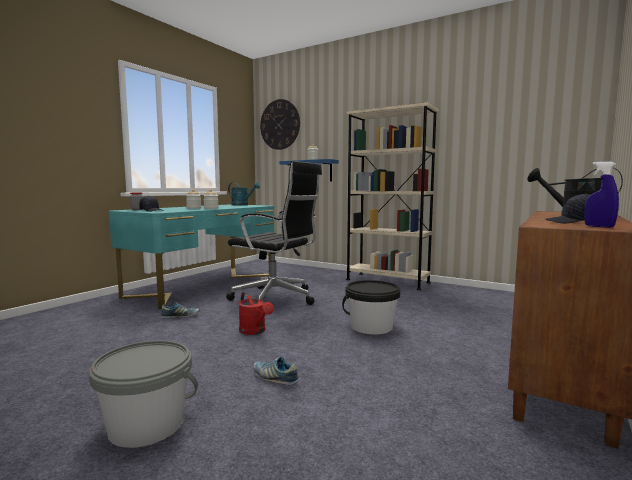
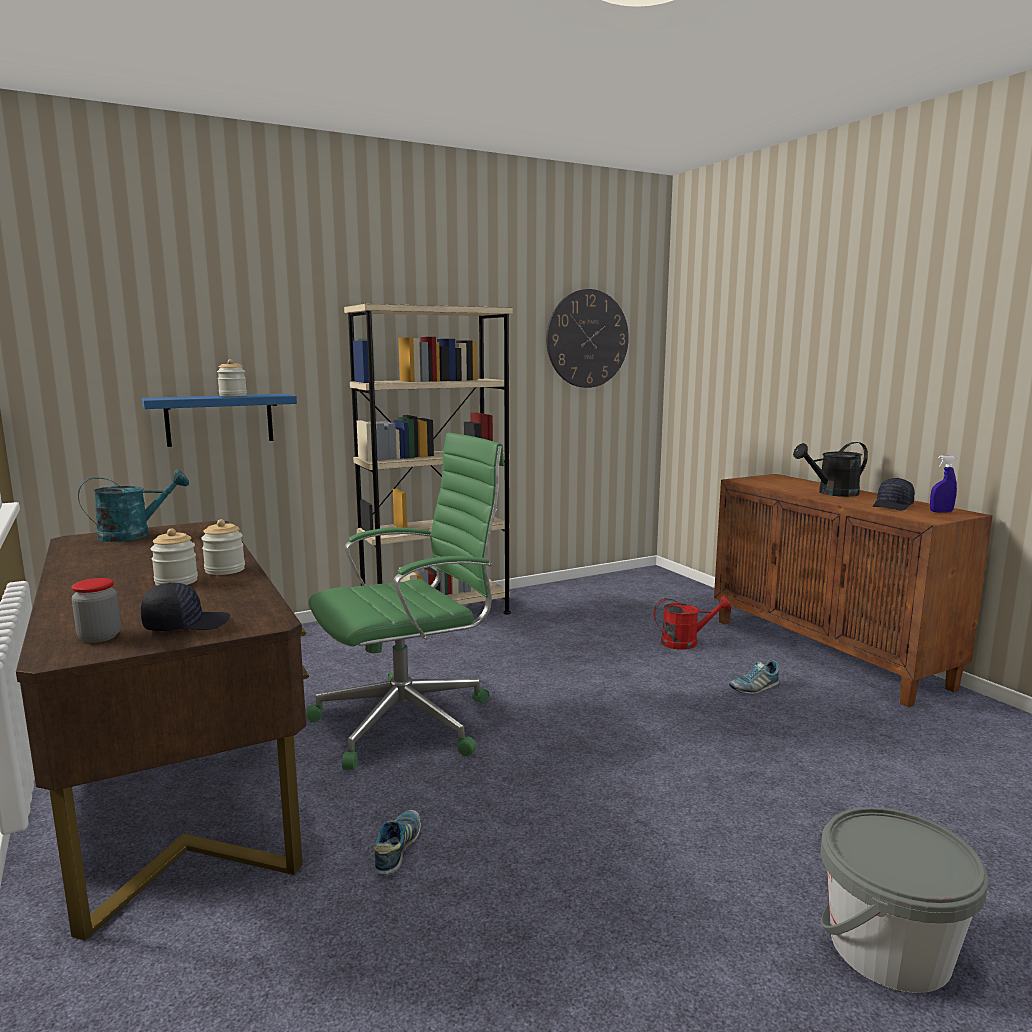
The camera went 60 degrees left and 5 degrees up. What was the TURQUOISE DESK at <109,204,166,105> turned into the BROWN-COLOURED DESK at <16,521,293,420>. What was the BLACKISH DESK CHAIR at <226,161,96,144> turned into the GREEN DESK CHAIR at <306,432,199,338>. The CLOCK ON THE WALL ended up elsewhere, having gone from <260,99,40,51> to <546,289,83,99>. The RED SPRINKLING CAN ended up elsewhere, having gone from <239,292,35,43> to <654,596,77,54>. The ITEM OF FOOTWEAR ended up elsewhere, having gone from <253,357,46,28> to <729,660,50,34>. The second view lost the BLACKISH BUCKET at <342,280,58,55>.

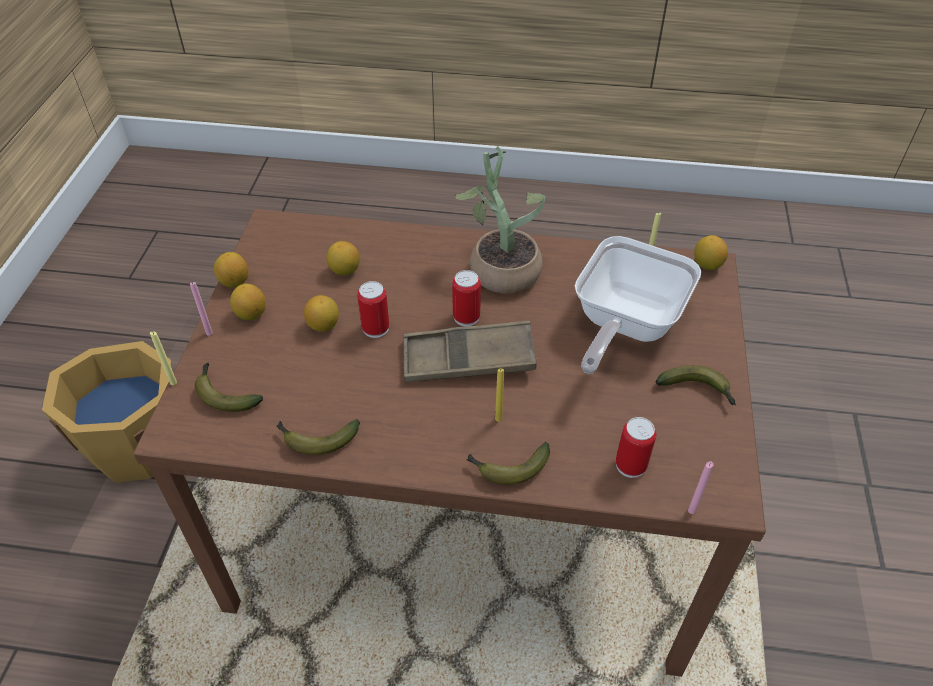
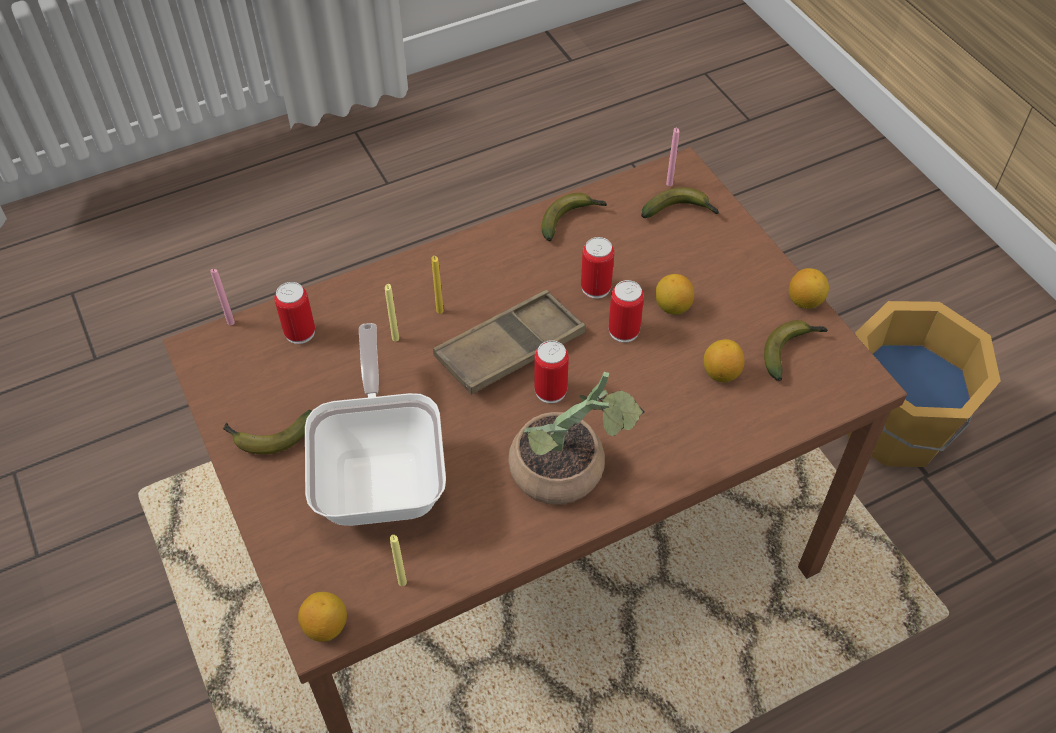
The camera went 145 degrees right and 5 degrees up. The YELLOWISH CANDLE ended up elsewhere, having gone from <150,331,27,54> to <385,284,14,58>. The second view gained the CAN at <581,237,33,62>. The PINKISH CANDLE ended up elsewhere, having gone from <190,282,23,54> to <666,128,14,58>. The BANANA ended up elsewhere, having gone from <466,442,84,42> to <764,320,64,61>. The second view lost the CITRUS FRUIT at <230,284,36,36>.

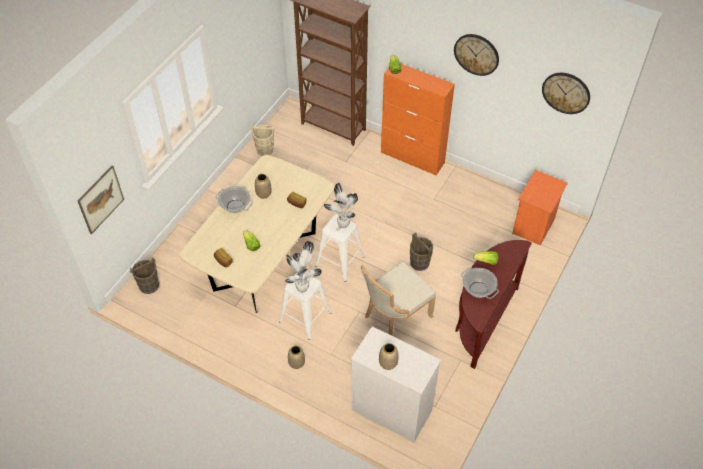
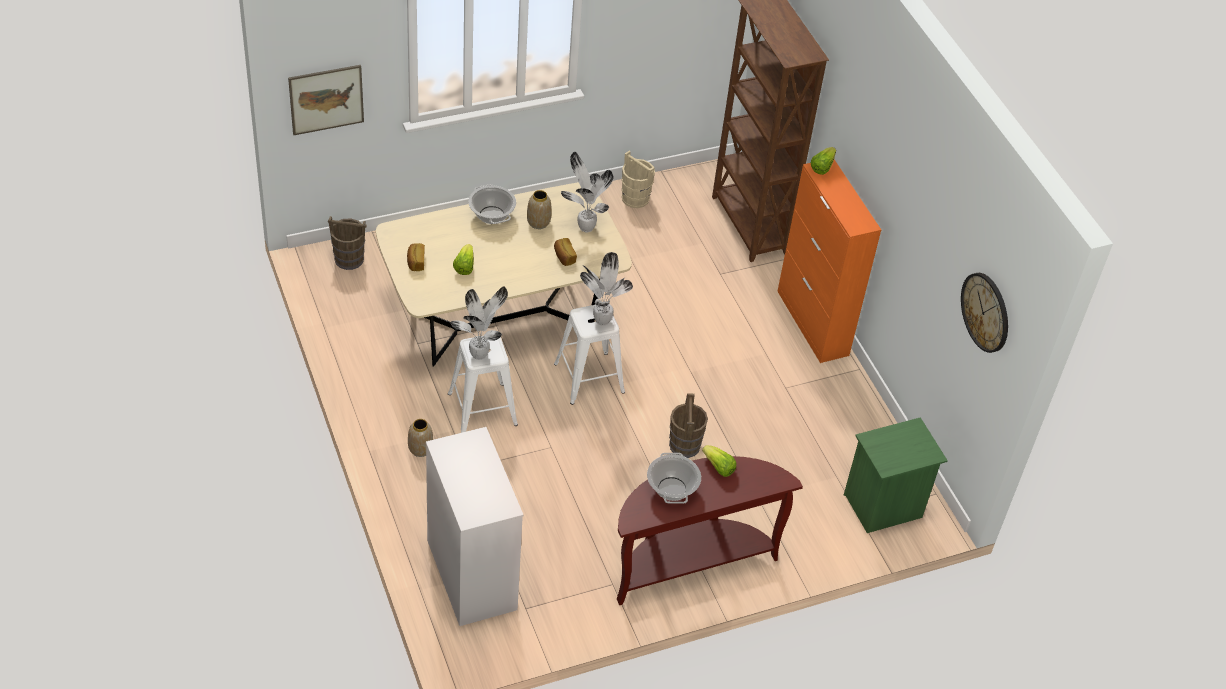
The camera went 35 degrees right and 5 degrees down. The second view gained the POTTED PLANT at <561,152,53,80>. What was the ORANGEY BEDSIDE TABLE at <512,170,56,75> turned into the GREEN BEDSIDE TABLE at <844,417,104,116>. The second view lost the BEIGE-COLOURED PLAIN CHAIR at <361,262,75,74>. The second view lost the VASE at <379,343,20,27>. The second view lost the CLOCK ON THE WALL at <454,34,45,42>.

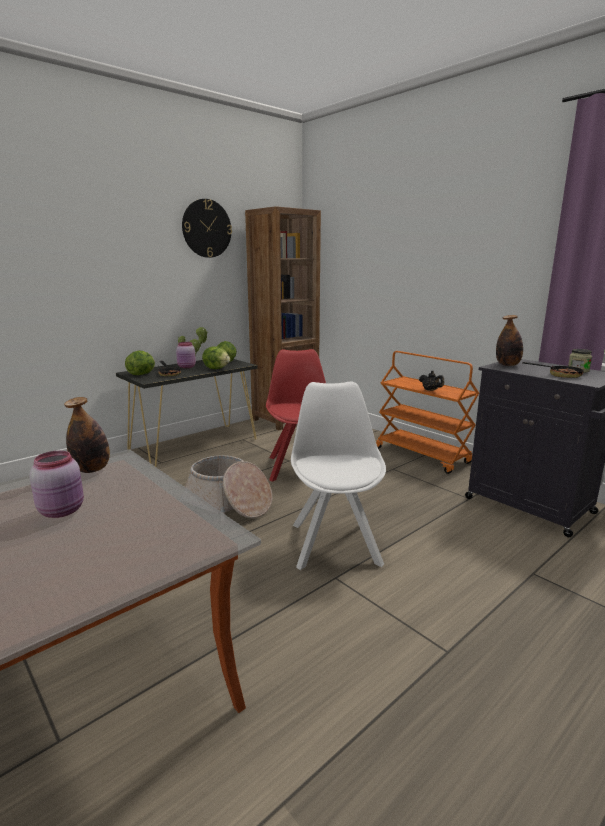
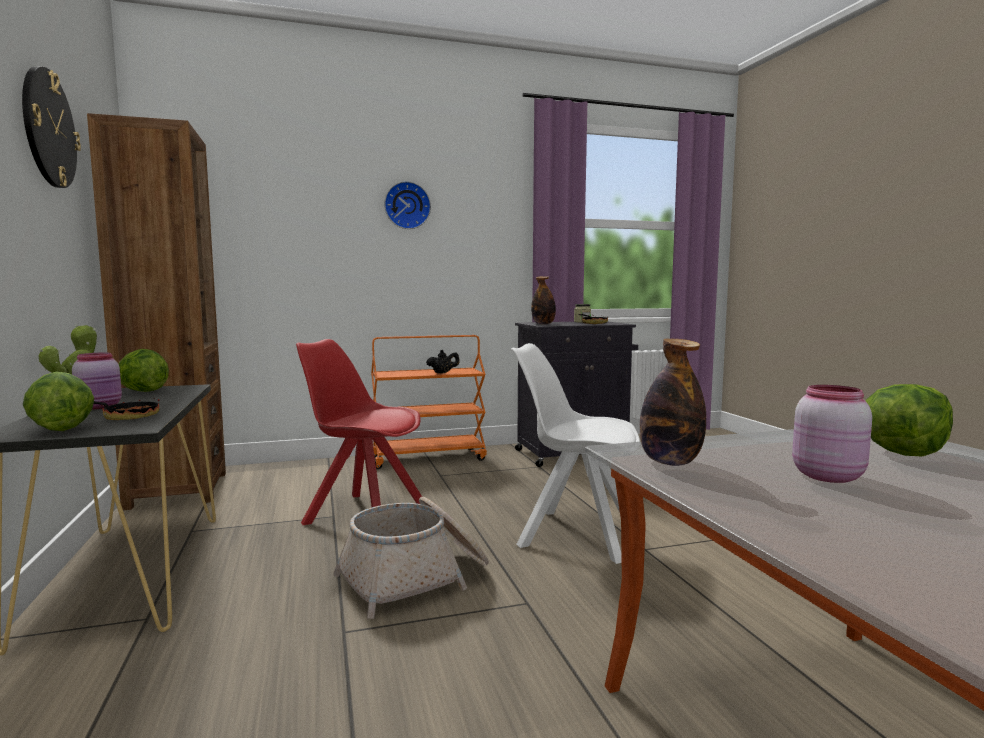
The camera went 65 degrees left and 10 degrees down. The second view gained the CLOCK ON THE WALL at <384,181,47,48>. The LETTUCE HEAD ended up elsewhere, having gone from <202,346,28,23> to <866,384,87,72>.

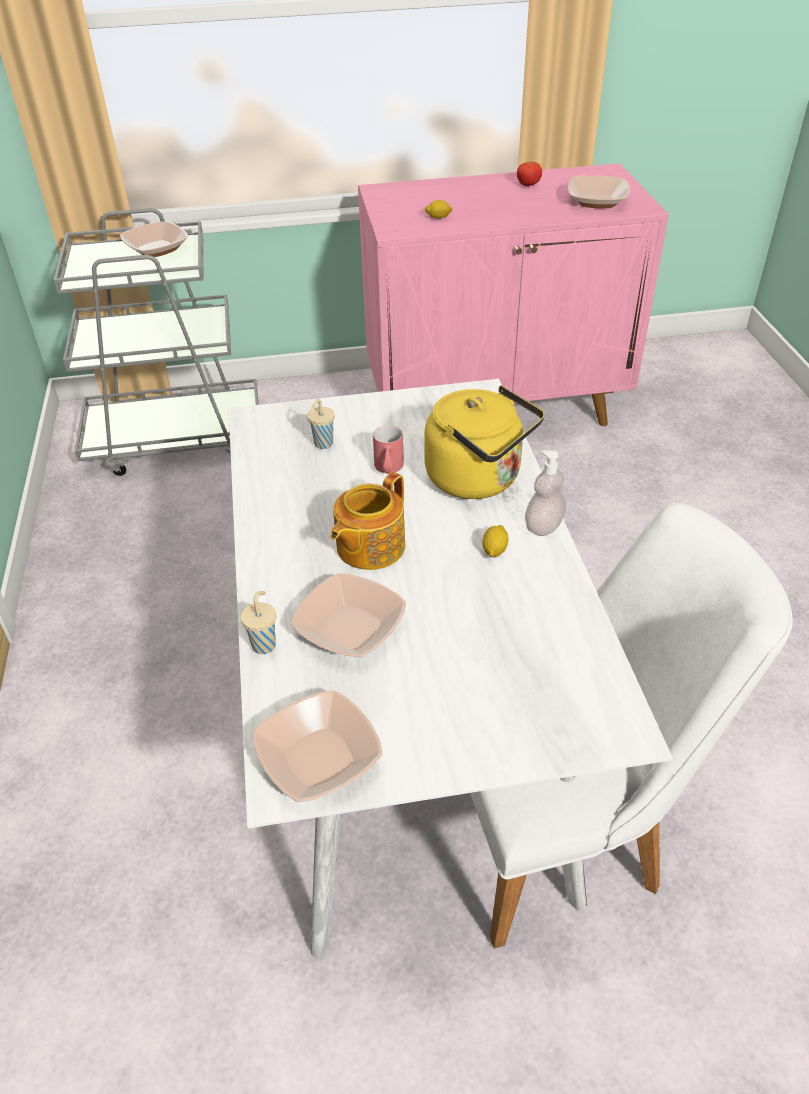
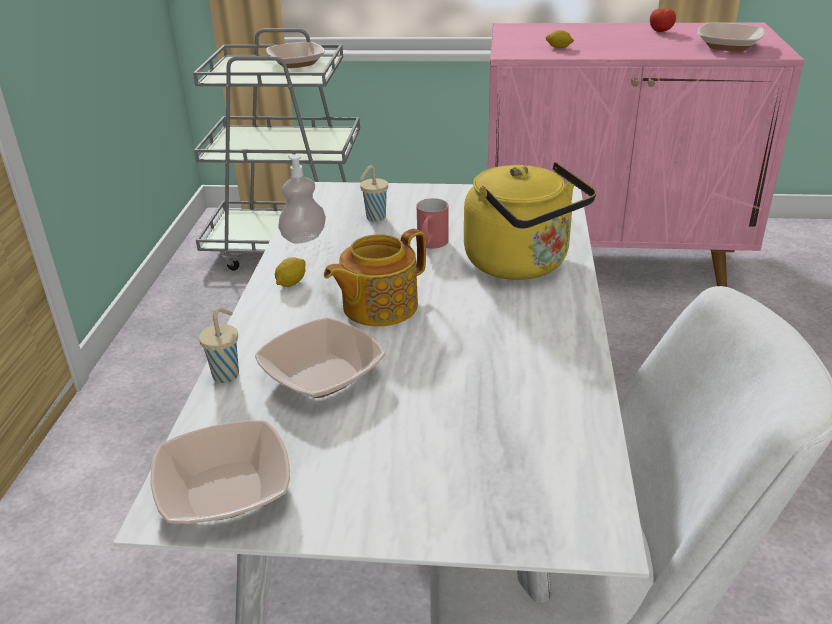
The camera went 15 degrees right and 10 degrees down. The CITRUS FRUIT ended up elsewhere, having gone from <482,525,26,32> to <275,257,31,30>. The SOAP BOTTLE ended up elsewhere, having gone from <525,450,41,86> to <278,154,48,90>.

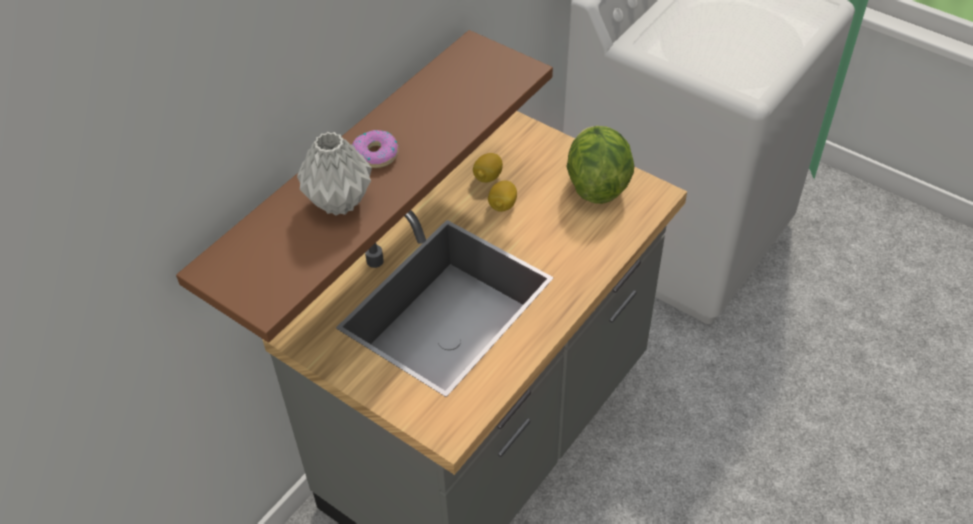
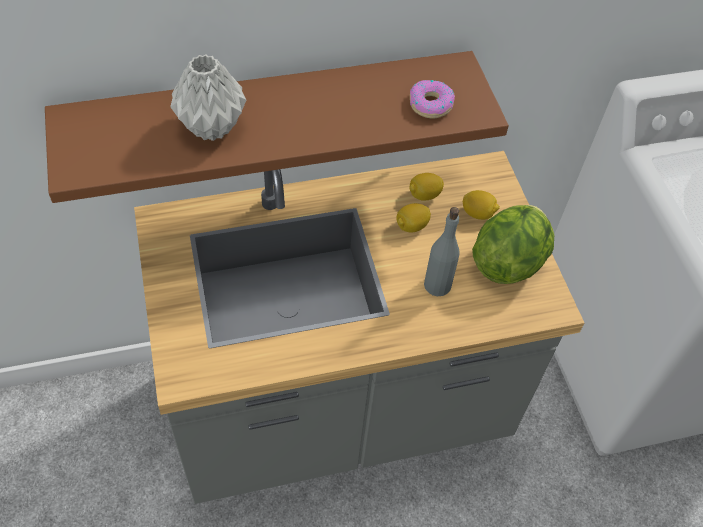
The camera went 35 degrees right and 5 degrees up. The RING DOUGHNUT ended up elsewhere, having gone from <352,130,47,38> to <410,80,45,38>. The second view gained the GREY DRINK BOTTLE at <424,207,36,89>. The second view gained the CITRUS FRUIT at <463,190,37,30>.

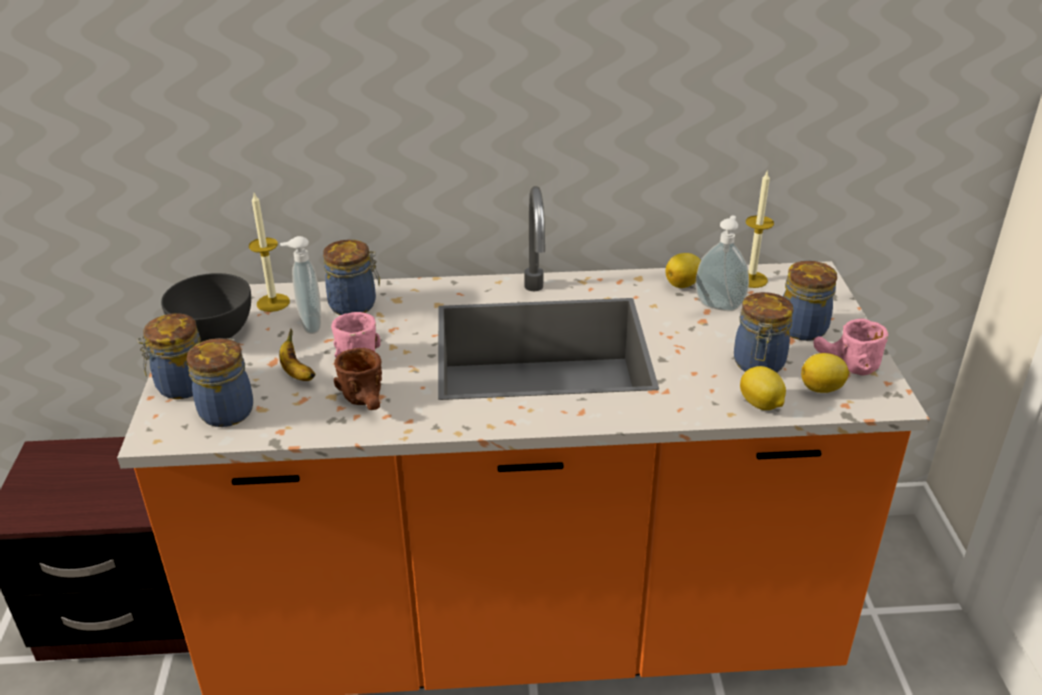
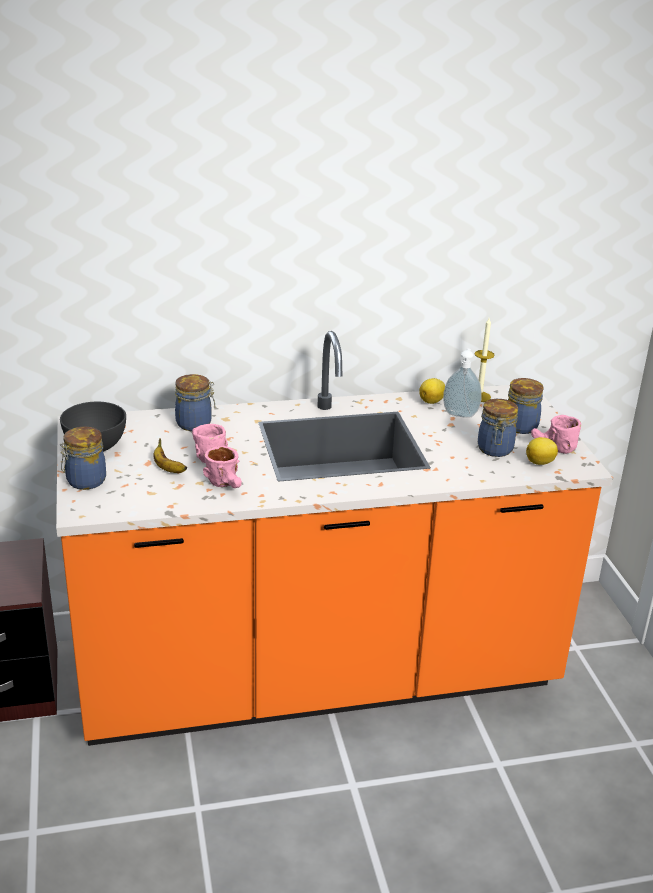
The camera went 10 degrees left and 5 degrees down. What was the BROWN-COLOURED COFFEE MUG at <334,348,48,62> turned into the PINKISH COFFEE MUG at <203,446,39,42>. The second view lost the JAR at <187,338,66,89>. The second view lost the CANDLE at <249,193,41,119>. The second view lost the SOAP BOTTLE at <280,236,41,98>. The second view lost the CITRUS FRUIT at <740,366,46,44>.

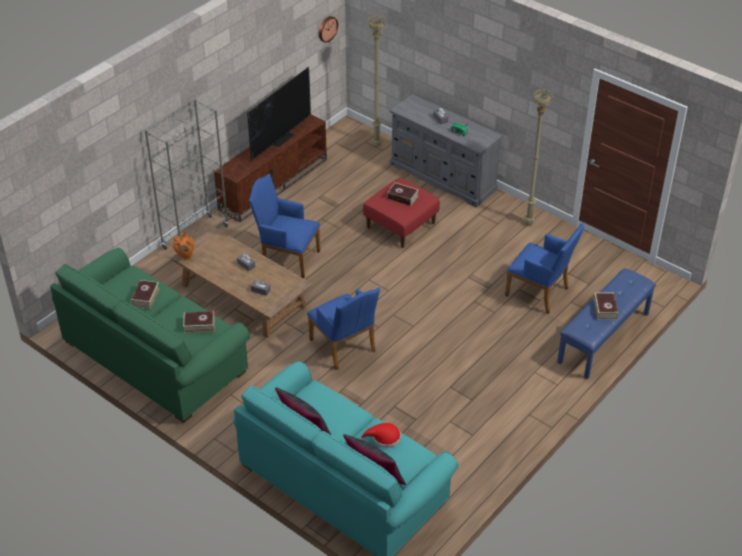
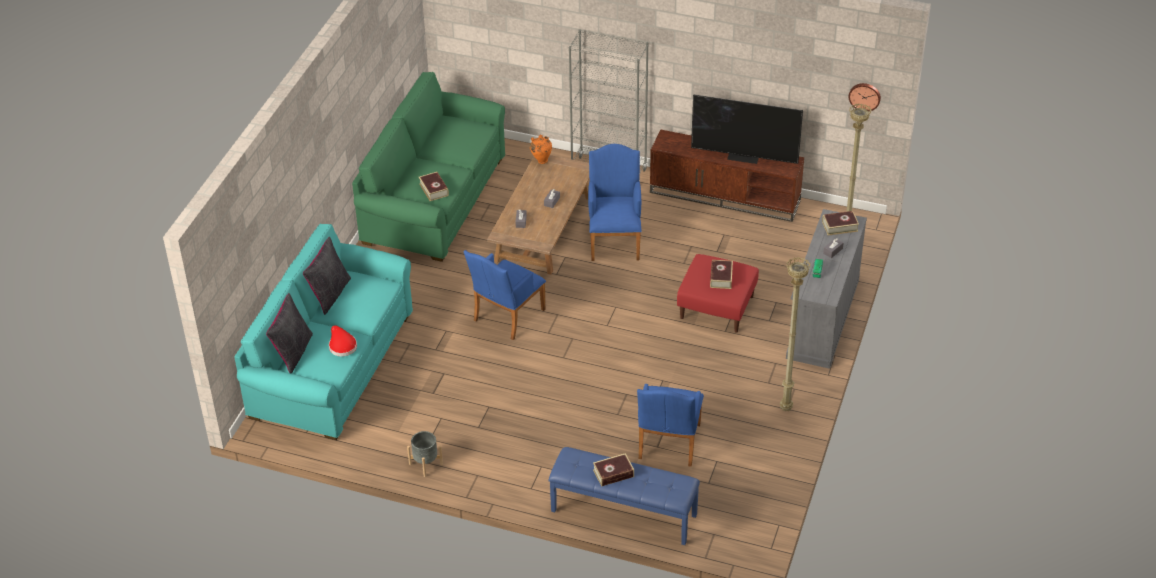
The camera went 70 degrees right and 0 degrees up. The second view gained the GREY PLANT POT at <407,431,36,46>. The BOUND BOOK ended up elsewhere, having gone from <131,280,29,29> to <822,211,37,25>.

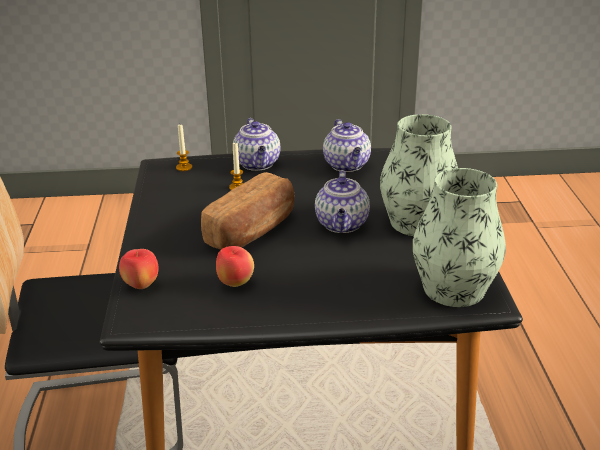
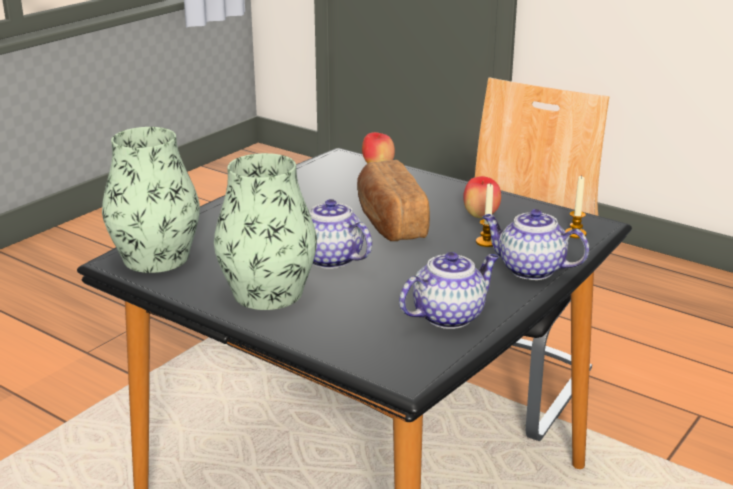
The camera went 130 degrees right and 5 degrees down. The POT FOR TEA at <323,119,48,53> ended up facing another way, 120 degrees clockwise from before. The APPLE FRUIT ended up elsewhere, having gone from <216,246,38,41> to <463,176,38,42>.

